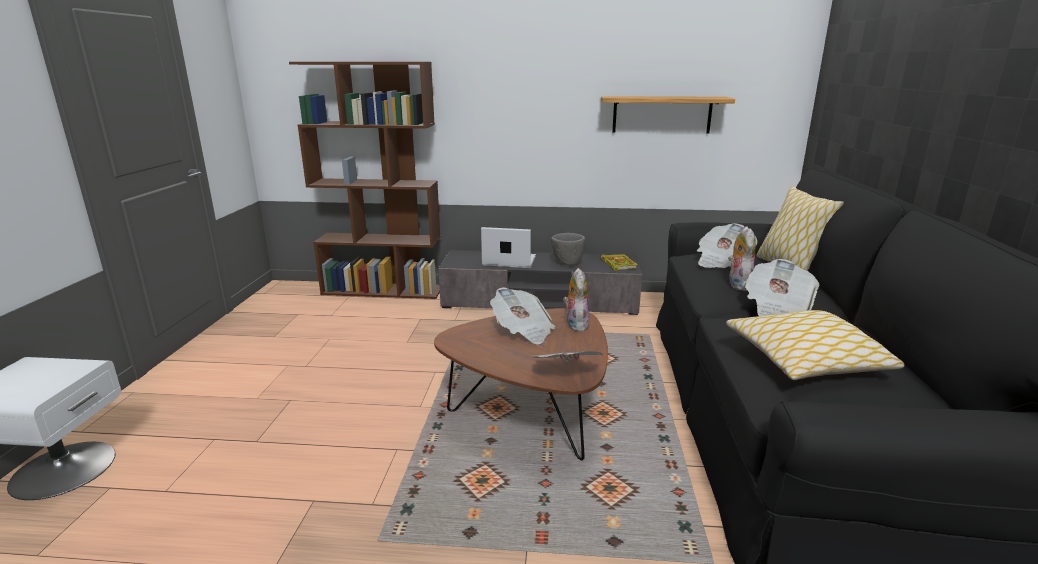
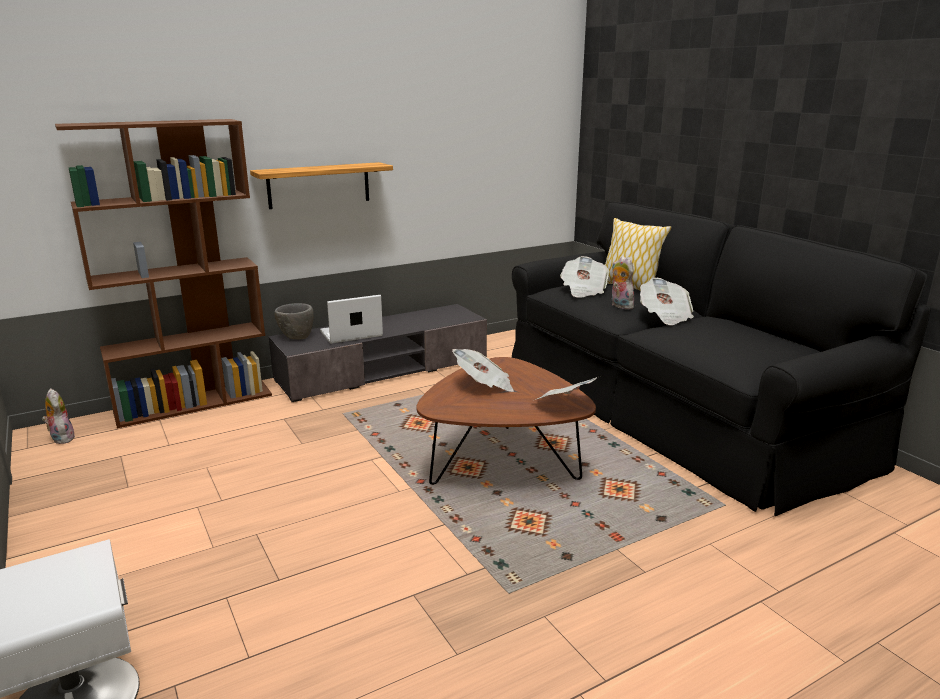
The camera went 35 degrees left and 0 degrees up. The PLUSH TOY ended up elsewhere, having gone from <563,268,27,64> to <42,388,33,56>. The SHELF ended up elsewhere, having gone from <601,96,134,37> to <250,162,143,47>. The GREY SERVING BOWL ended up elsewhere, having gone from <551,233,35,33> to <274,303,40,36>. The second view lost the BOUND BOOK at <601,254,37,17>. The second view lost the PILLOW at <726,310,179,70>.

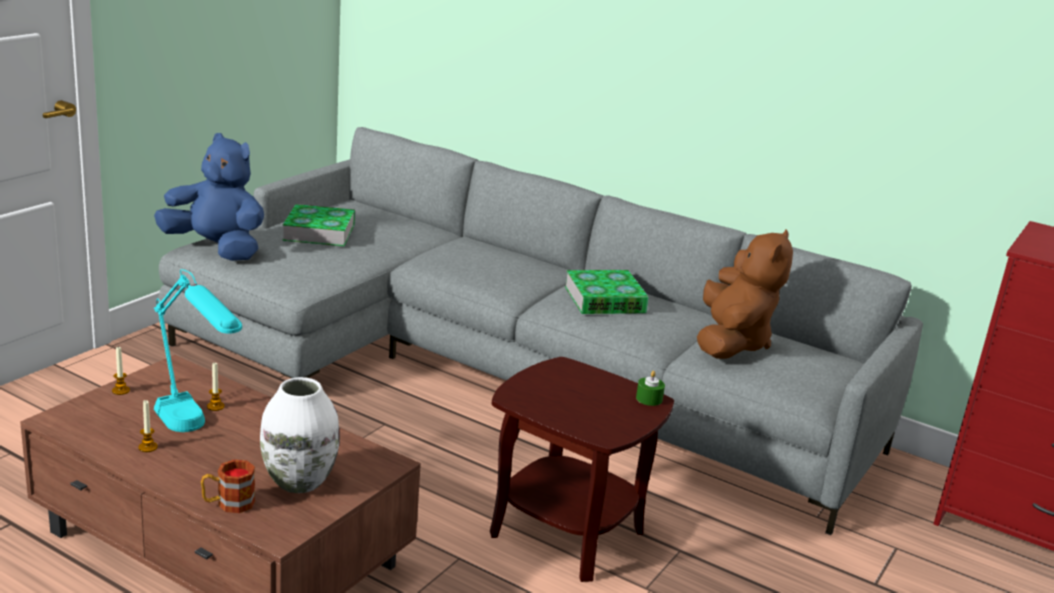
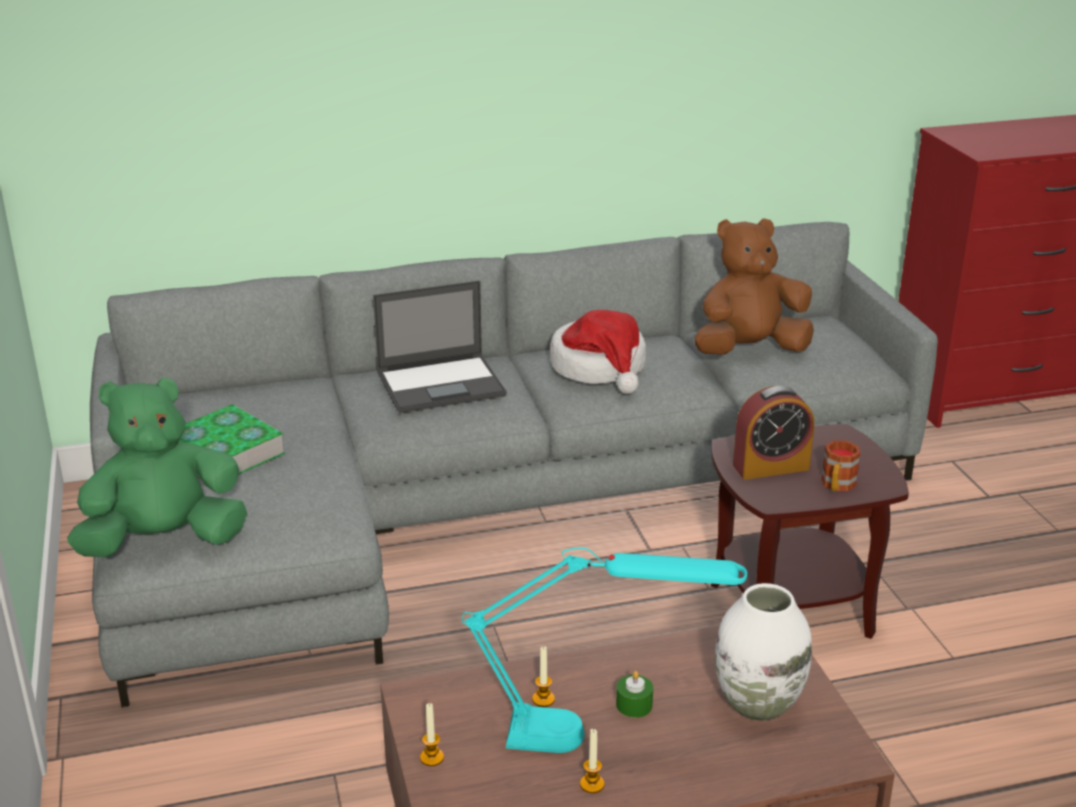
The camera went 45 degrees left and 5 degrees up. What was the BLUISH PLUSH TOY at <154,133,110,128> turned into the GREEN PLUSH TOY at <67,377,180,180>. The second view gained the LAPTOP at <373,280,134,133>. Where the BOUND BOOK stood at <565,270,84,44>, the CLOTHING HAT came to stand at <550,310,96,84>. The GREEN CANDLE ended up elsewhere, having gone from <636,371,29,35> to <616,671,37,47>. The BROWN-COLOURED PLUSH TOY at <697,229,96,130> ended up facing another way, 75 degrees counterclockwise from before. The second view gained the BEDSIDE CLOCK at <733,386,81,94>. The COFFEE MUG ended up elsewhere, having gone from <201,459,54,54> to <821,441,40,50>.

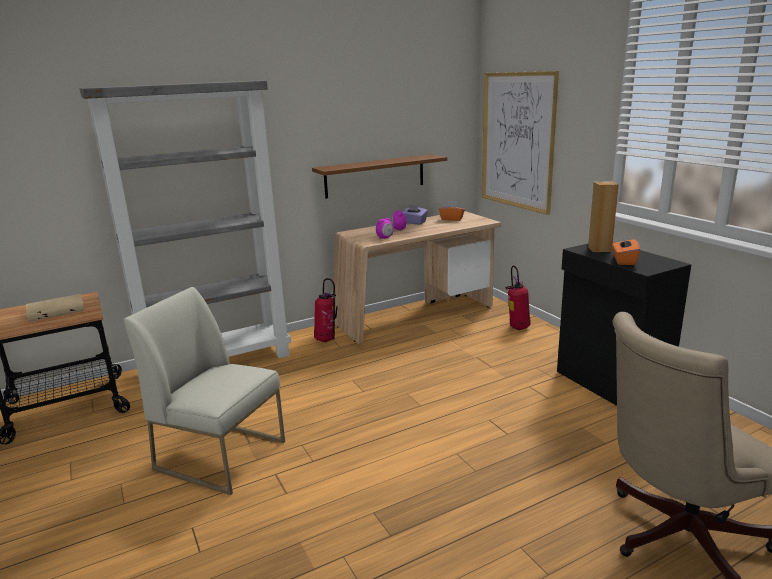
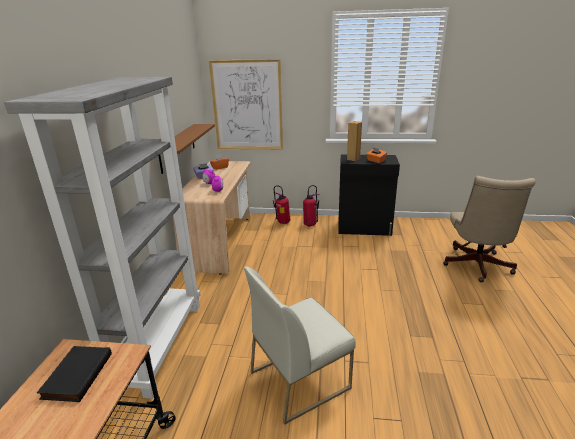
The camera went 55 degrees left and 5 degrees up. What was the BEIGE-COLOURED BOUND BOOK at <26,294,59,28> turned into the BLACKISH BOUND BOOK at <37,346,75,56>. The FIRE EXTINGUISHER ended up elsewhere, having gone from <314,278,24,64> to <303,185,17,42>.

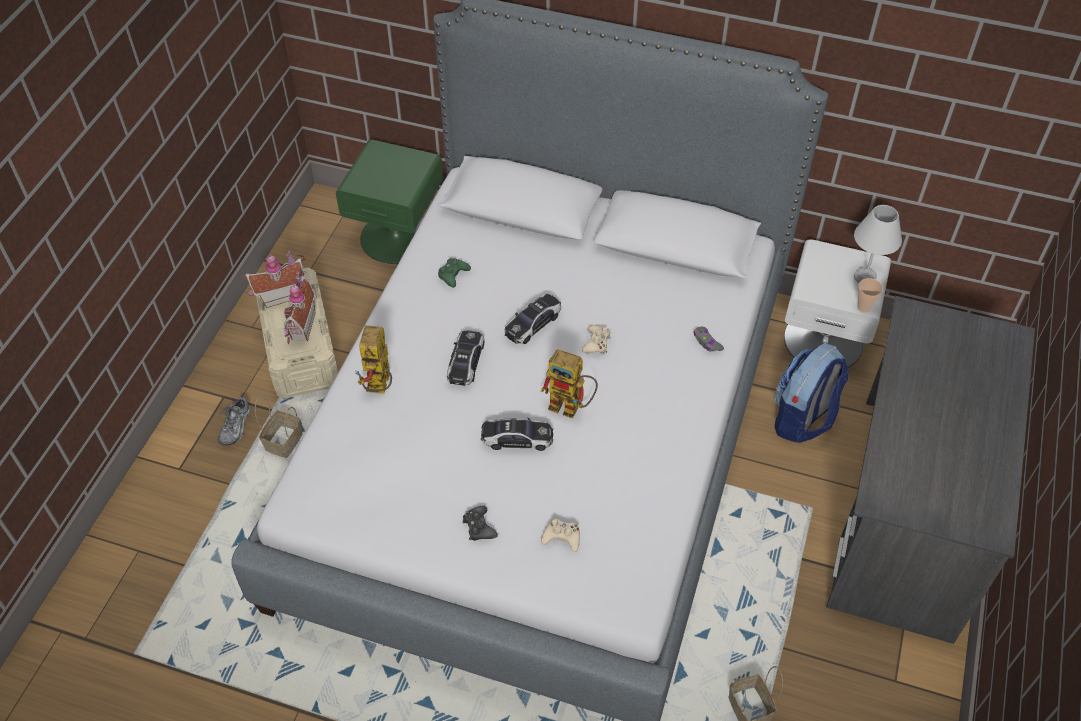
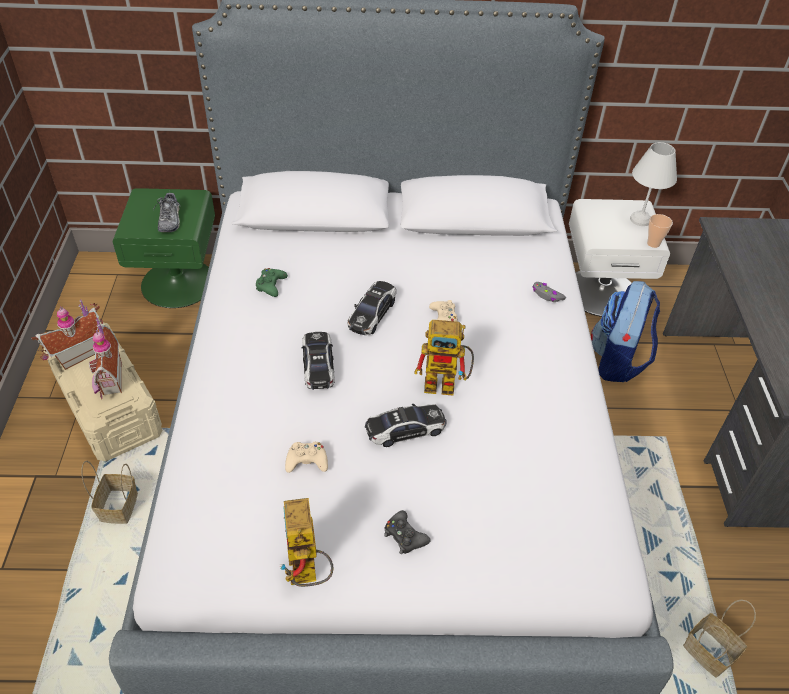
The camera went 20 degrees left and 5 degrees down. The ITEM OF FOOTWEAR ended up elsewhere, having gone from <218,397,32,49> to <153,193,28,39>. The TOY ROBOT ended up elsewhere, having gone from <355,325,37,69> to <279,498,54,89>. The BEIGE-COLOURED JOYPAD ended up elsewhere, having gone from <541,519,39,33> to <285,442,43,31>.

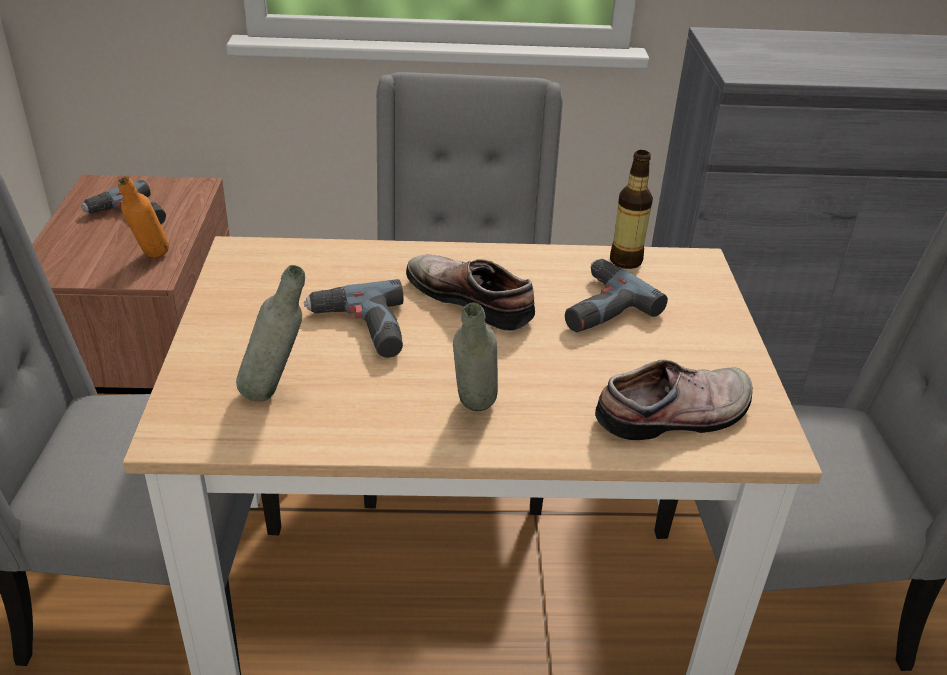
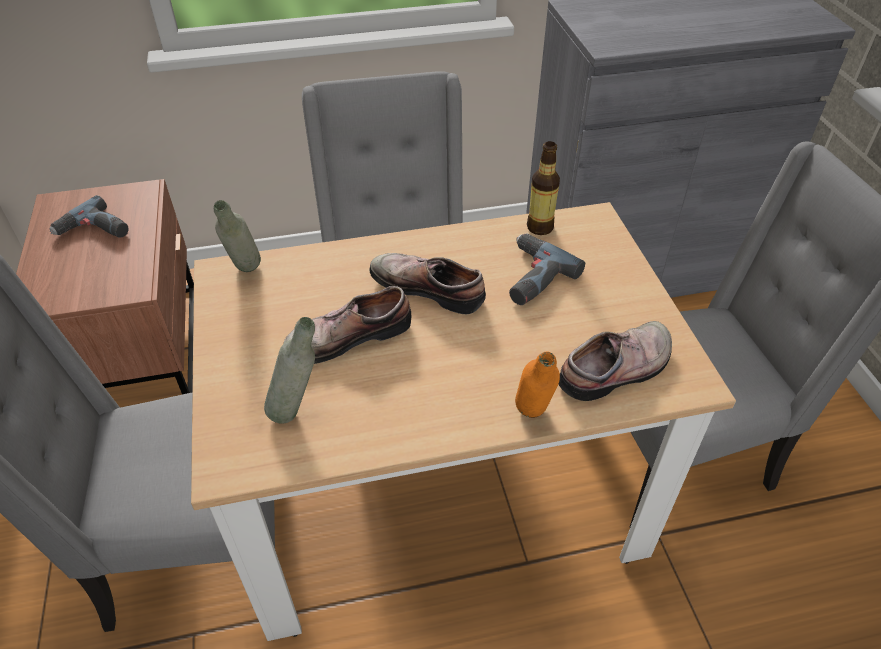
The camera went 10 degrees left and 10 degrees up. The GREY DRINK BOTTLE ended up elsewhere, having gone from <453,302,45,109> to <214,200,47,72>. Where the POWER DRILL stood at <304,279,100,79>, the ITEM OF FOOTWEAR came to stand at <284,286,127,78>. The ORANGEY DRINK BOTTLE ended up elsewhere, having gone from <118,177,51,81> to <515,352,45,66>.

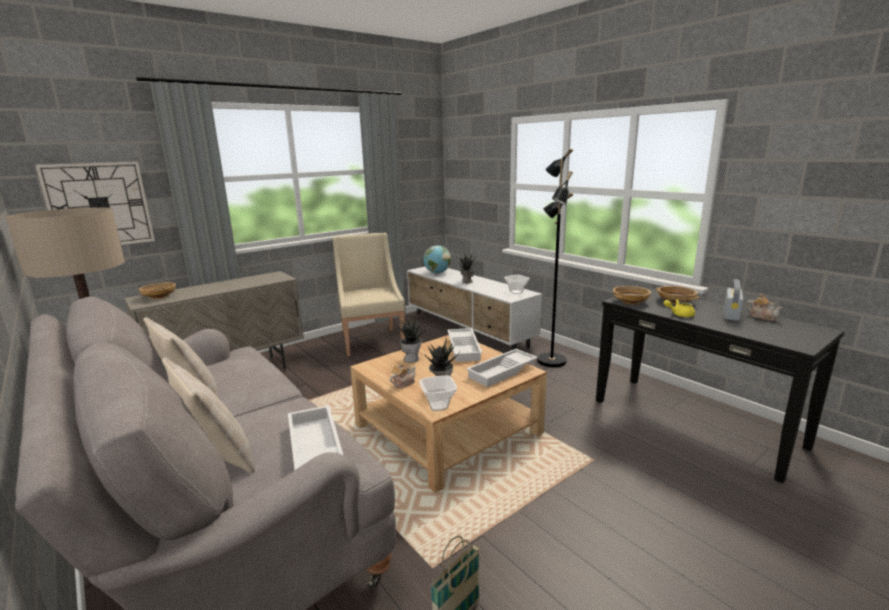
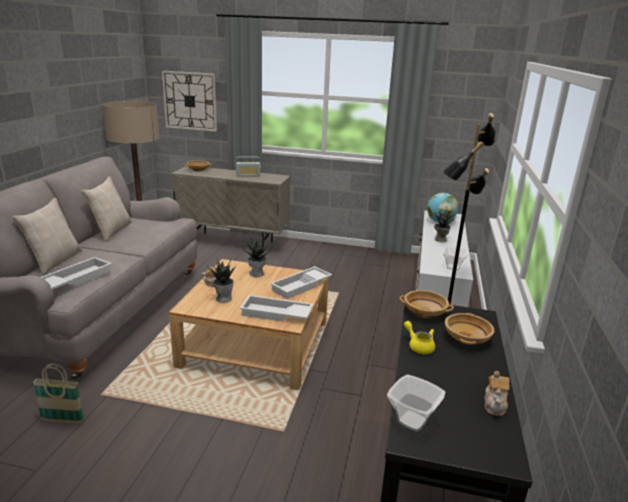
The camera went 50 degrees right and 5 degrees up. The RADIO RECEIVER ended up elsewhere, having gone from <724,279,20,42> to <236,156,25,21>. The SERVING BOWL ended up elsewhere, having gone from <419,375,38,36> to <387,374,59,57>. The second view lost the BEIGE-COLOURED ARMCHAIR at <333,233,72,123>.

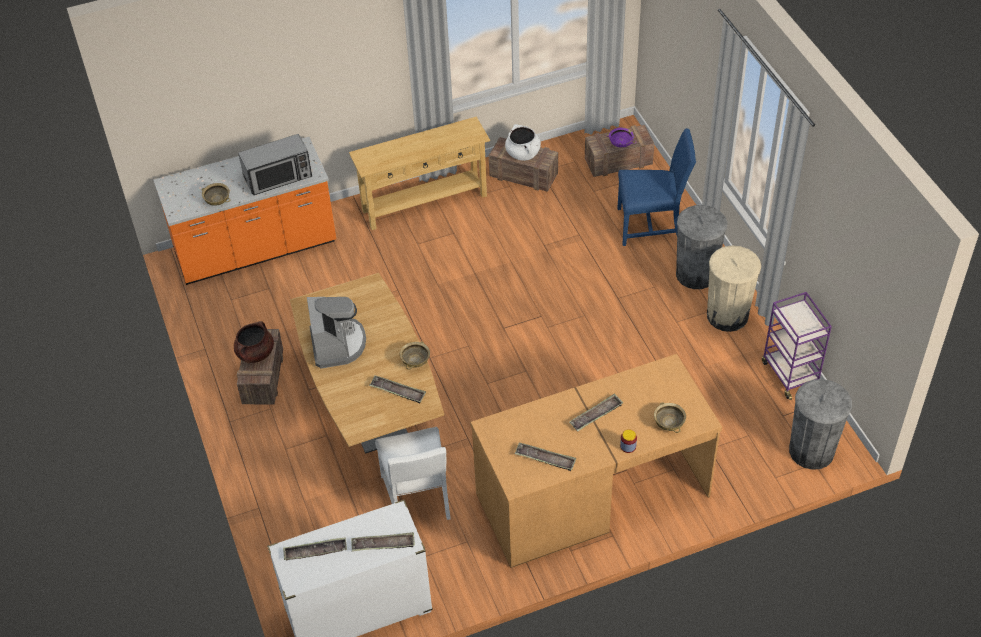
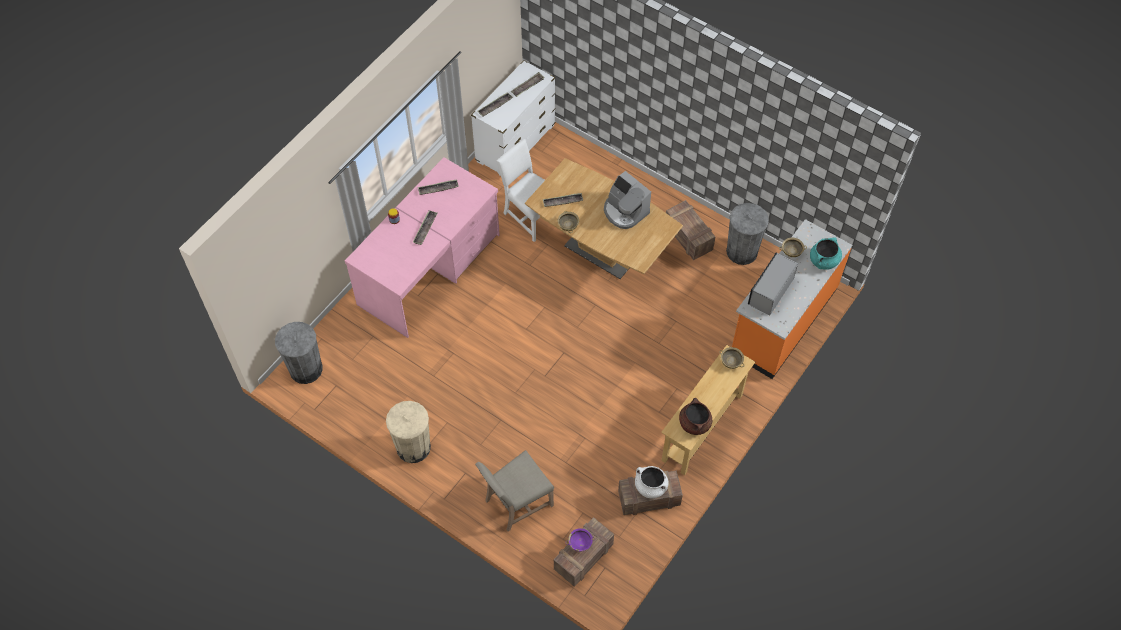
The camera went 145 degrees right and 10 degrees up. What was the BROWN-COLOURED DESK at <470,354,252,214> turned into the PINKISH DESK at <345,157,155,181>. What was the BLUISH PLAIN CHAIR at <617,128,79,118> turned into the BEIGE-COLOURED PLAIN CHAIR at <475,451,79,80>. The BROWN-COLOURED STOCKPOT ended up elsewhere, having gone from <234,321,40,42> to <679,398,33,37>. The BEIGE-COLOURED SERVING BOWL ended up elsewhere, having gone from <654,402,32,31> to <719,347,26,22>. The GREY TRASH CAN ended up elsewhere, having gone from <676,205,52,84> to <726,203,43,62>. The second view gained the TURQUOISE STOCKPOT at <810,237,32,33>. The second view lost the PURPLE TROLLEY at <762,292,70,108>.

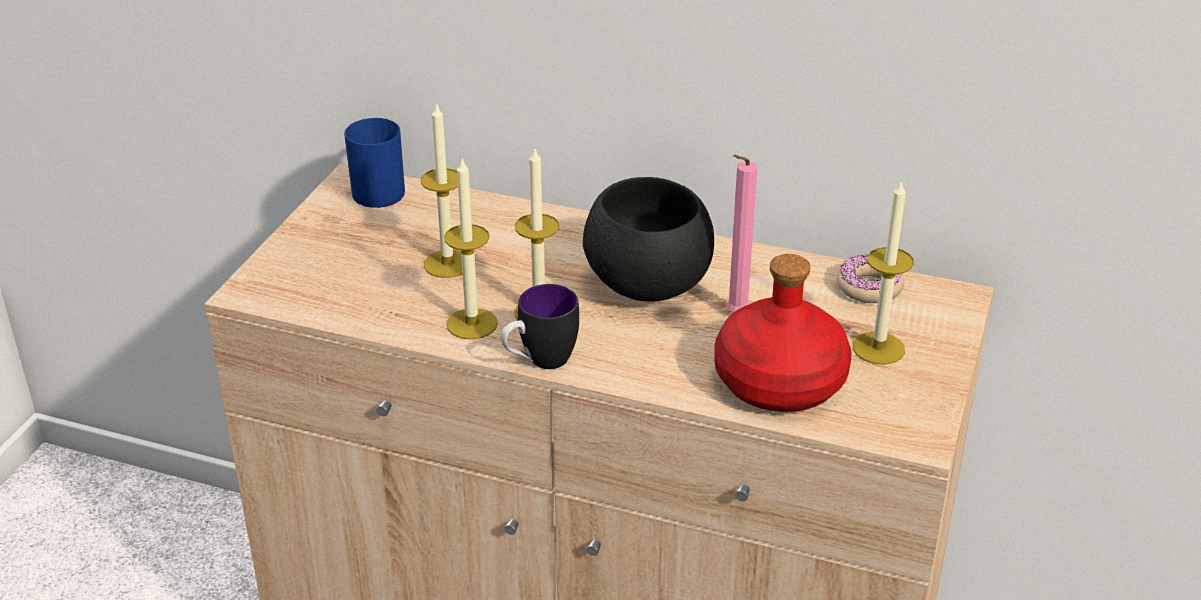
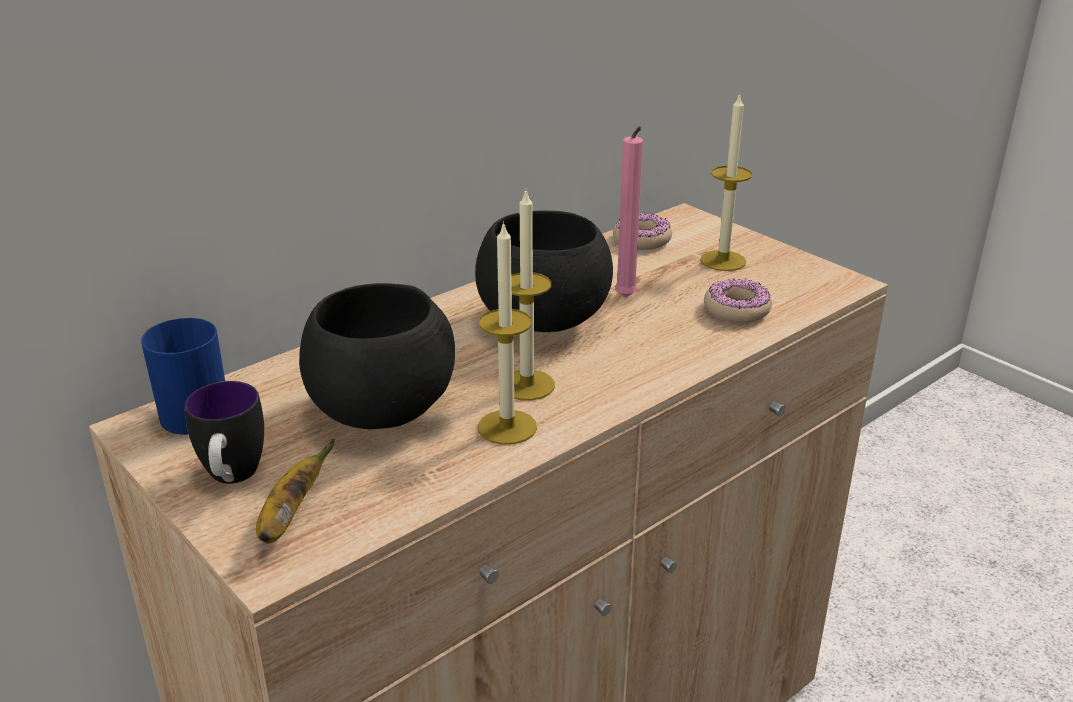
The camera went 60 degrees left and 5 degrees down. The COFFEE MUG ended up elsewhere, having gone from <501,284,78,85> to <184,381,80,103>. The second view gained the BANANA at <256,439,79,104>. Where the CANDLE stood at <421,102,42,176>, the BLACKISH SERVING BOWL came to stand at <299,283,156,146>. Where the RED DRINK BOTTLE stood at <714,254,138,158>, the RING DOUGHNUT came to stand at <704,278,68,45>.

